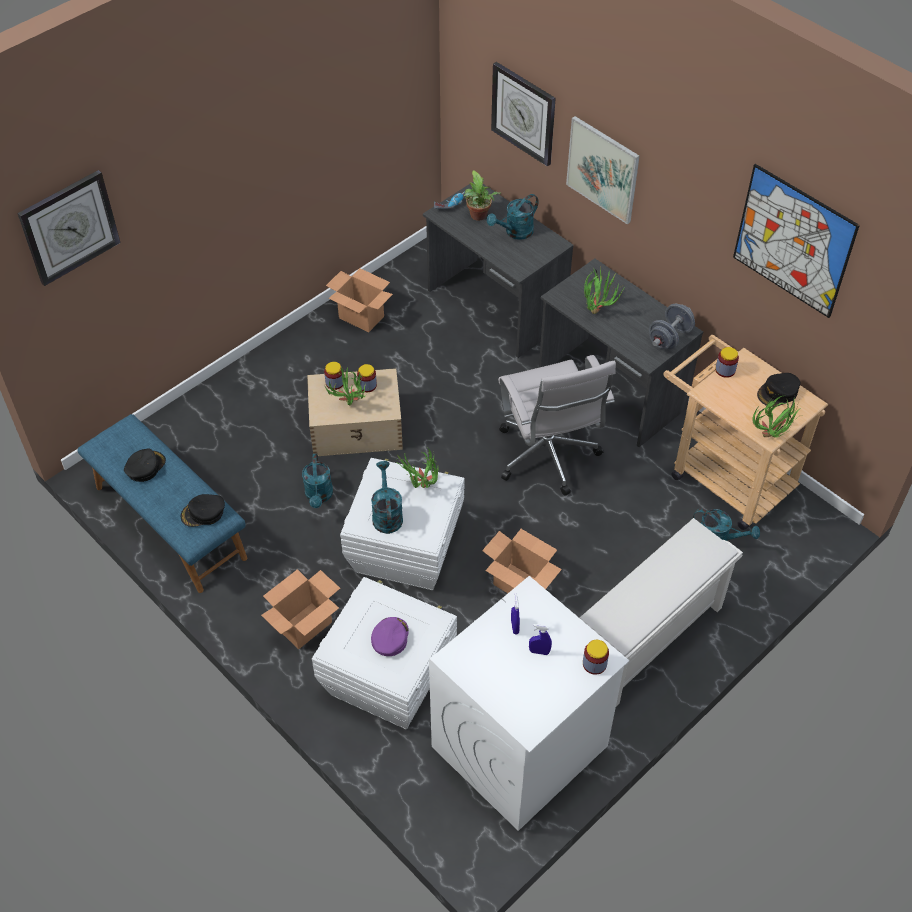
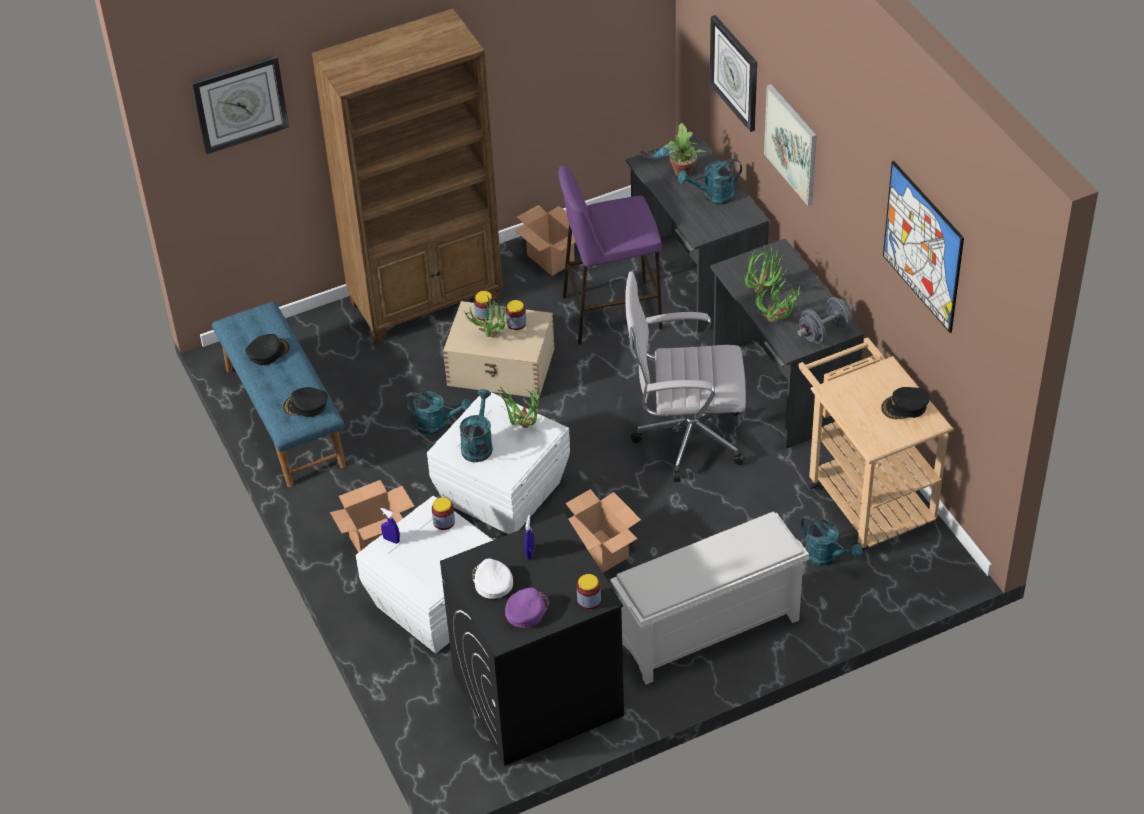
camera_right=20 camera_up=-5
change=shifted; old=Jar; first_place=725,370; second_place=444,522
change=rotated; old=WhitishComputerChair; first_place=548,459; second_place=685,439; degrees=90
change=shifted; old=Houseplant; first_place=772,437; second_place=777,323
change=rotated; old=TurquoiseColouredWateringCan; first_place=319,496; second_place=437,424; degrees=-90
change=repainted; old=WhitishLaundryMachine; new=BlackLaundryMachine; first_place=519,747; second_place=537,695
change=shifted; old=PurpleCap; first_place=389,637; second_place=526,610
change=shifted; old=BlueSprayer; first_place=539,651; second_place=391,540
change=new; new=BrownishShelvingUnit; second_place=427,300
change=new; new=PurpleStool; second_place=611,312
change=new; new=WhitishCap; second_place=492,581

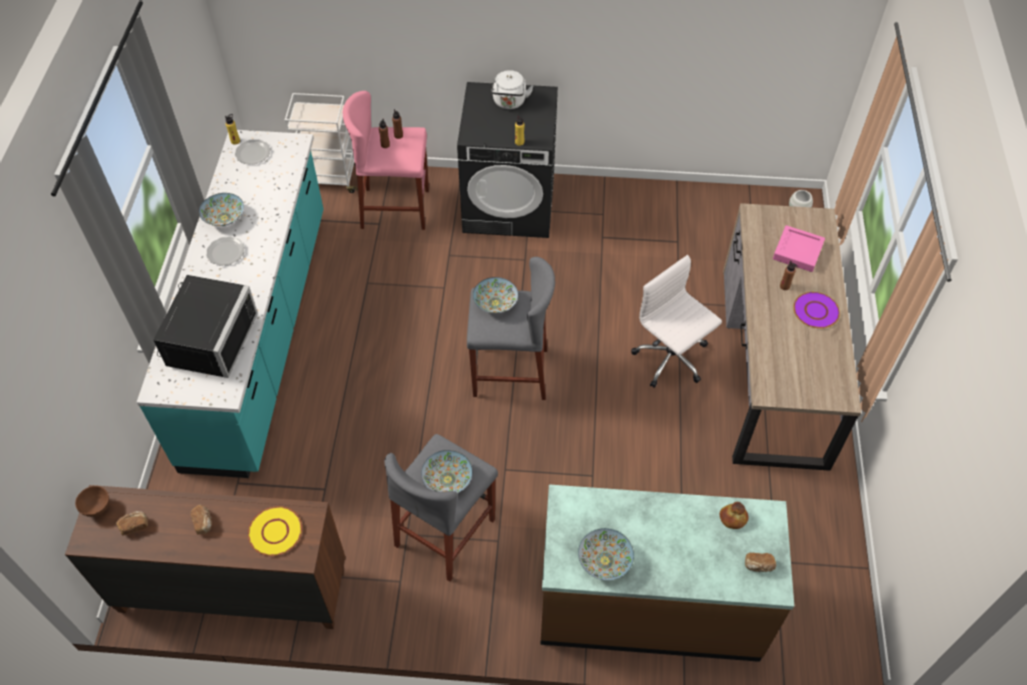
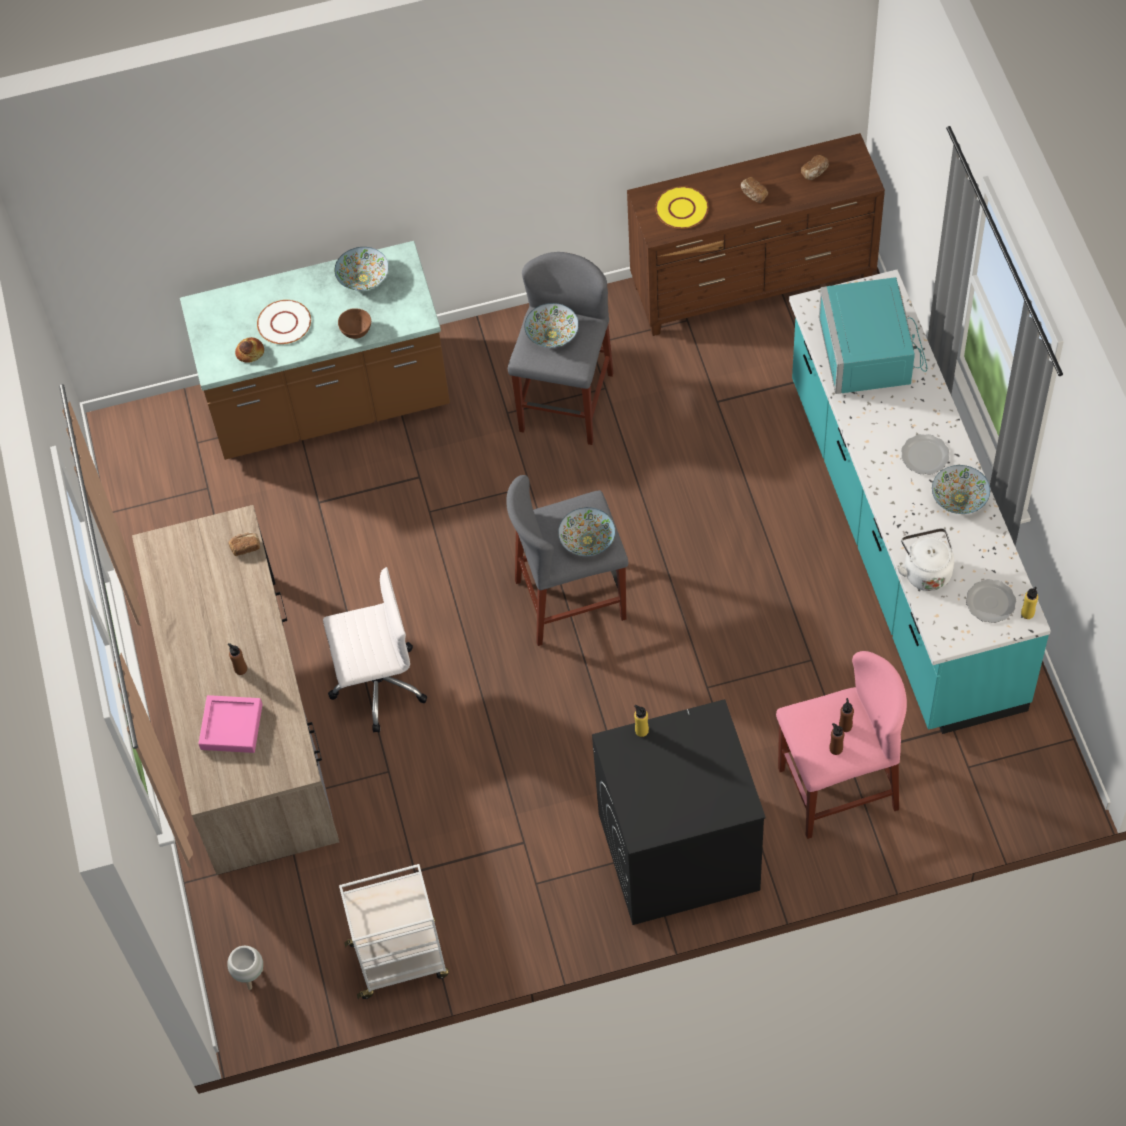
camera_right=165 camera_up=5
change=shifted; old=WhitishKettle; first_place=509,102; second_place=925,571
change=shifted; old=WhitishTrolley; first_place=329,178; second_place=400,959
change=rotated; old=WhitishComputerChair; first_place=671,359; second_place=376,684; degrees=-45
change=repainted; old=BlackMicrowave; new=TurquoiseColouredMicrowave; first_place=206,339; second_place=872,352
change=gone; old=PurplePlate; first_place=816,310
change=shifted; old=BrownishServingBowl; first_place=97,508; second_place=356,331
change=shifted; old=Bread; first_place=758,566; second_place=245,547
change=new; new=WhitishPlate; second_place=284,323

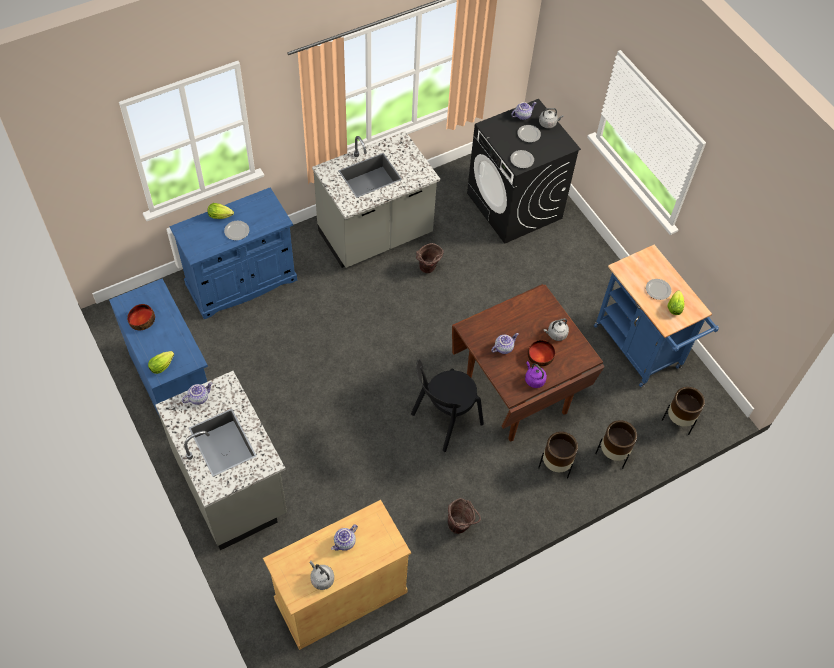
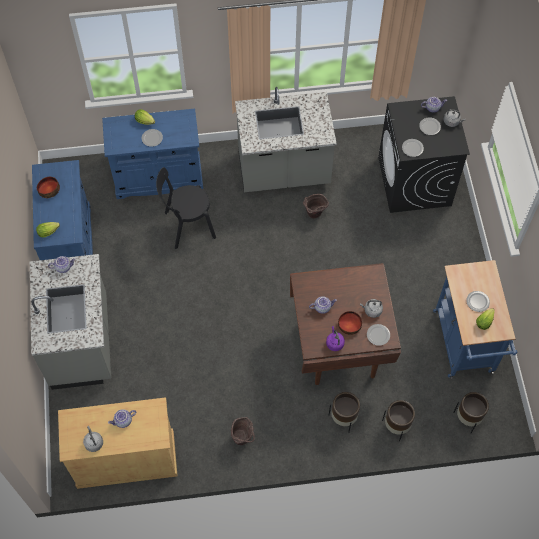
camera_right=25 camera_up=5
change=shifted; old=BlackUprightChair; first_place=444,421; second_place=187,226
change=new; new=Plate; second_place=377,335

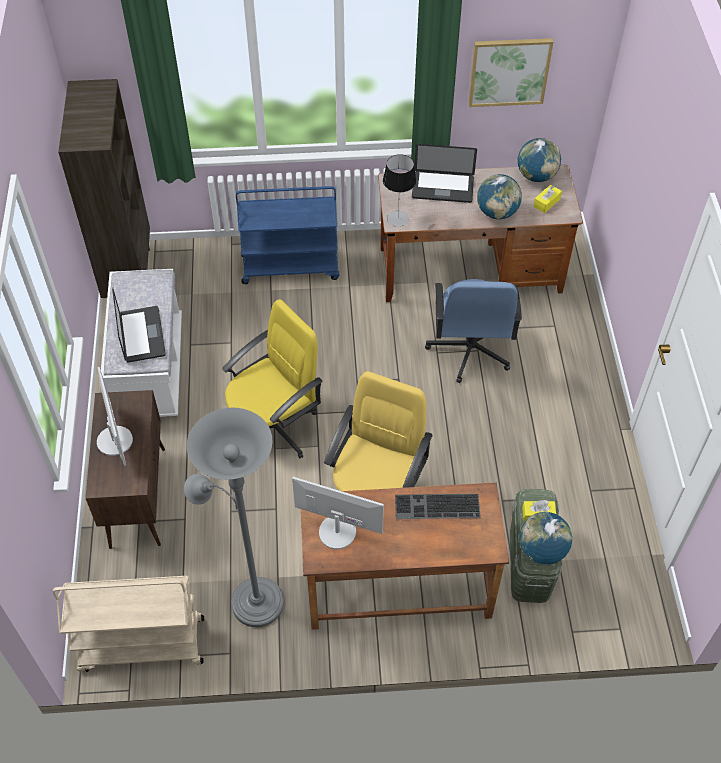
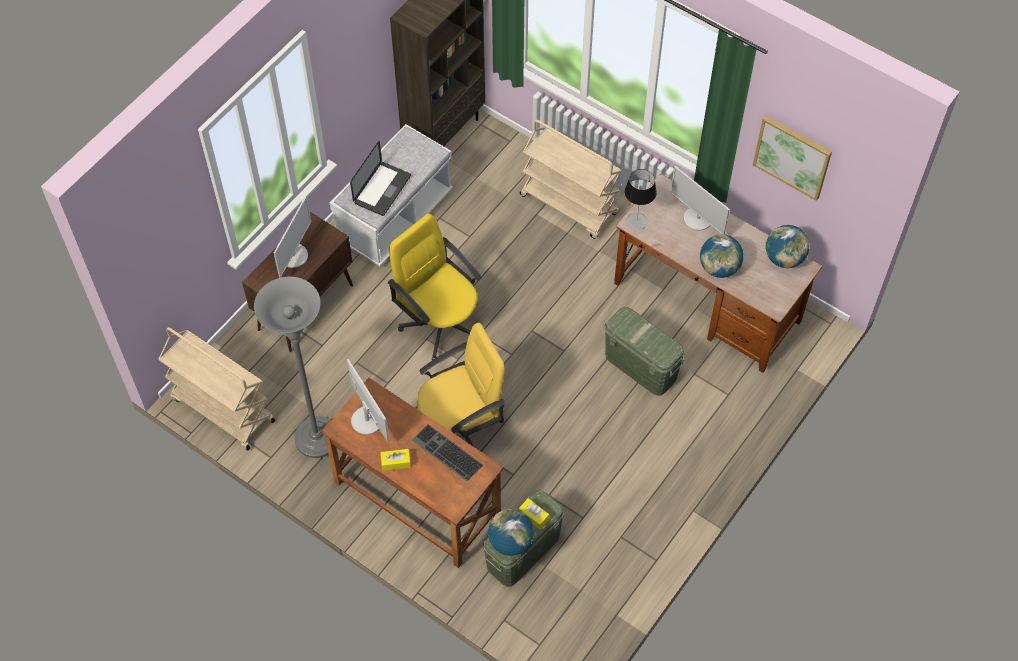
camera_right=40 camera_up=5
change=swapped; old=Laptop; new=ComputerScreen; first_place=442,188; second_place=698,219
change=shifted; old=YellowTissueBox; first_place=546,203; second_place=396,462
change=repainted; old=BlueTrolley; new=BeigeColouredTrolley; first_place=291,266; second_place=570,205
change=swapped; old=BlueComputerChair; new=GreenishStorageBin; first_place=469,350; second_place=640,366
change=rotated; old=YellowComputerChair; first_place=274,427; second_place=440,323; degrees=-135

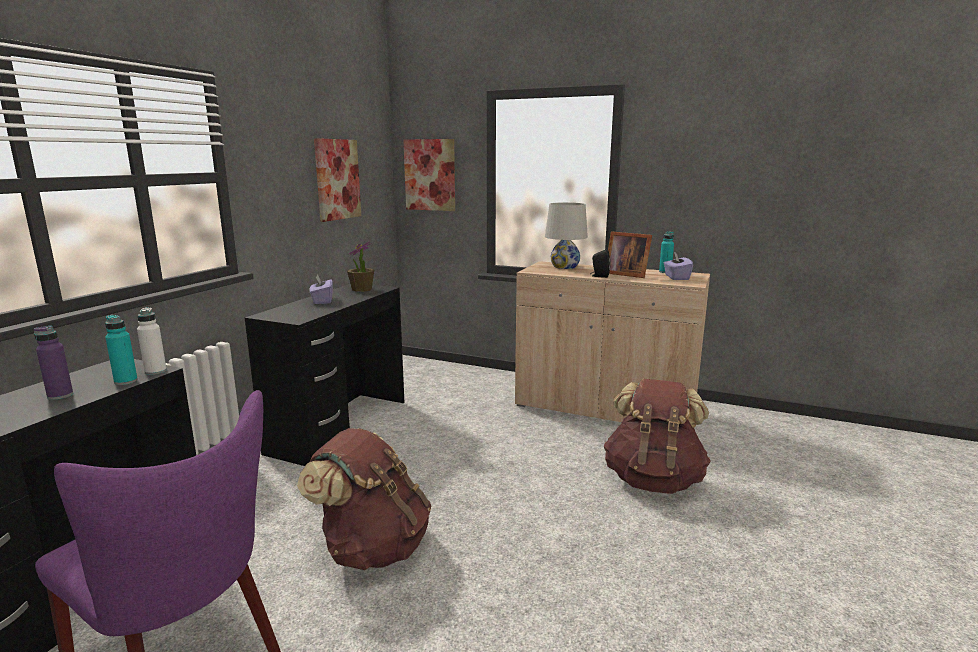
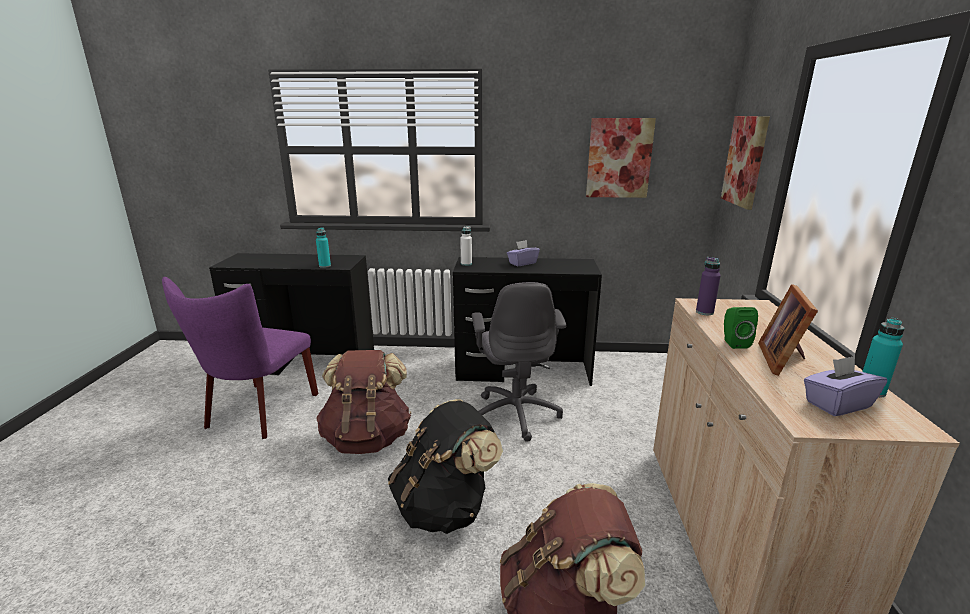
camera_right=70 camera_up=5
change=gone; old=WhitishTabletopLamp; first_place=564,267
change=gone; old=Houseplant; first_place=362,289
change=repainted; old=BlackSpeaker; new=GreenishSpeaker; first_place=599,276; second_place=733,343
change=shifted; old=WhitishBeverageBottle; first_place=155,371; second_place=466,264
change=shifted; old=PurpleBeverageBottle; first_place=60,395; second_place=704,312
change=new; new=GreyComputerChair; second_place=516,413
change=new; new=BlackBackpack; second_place=445,508

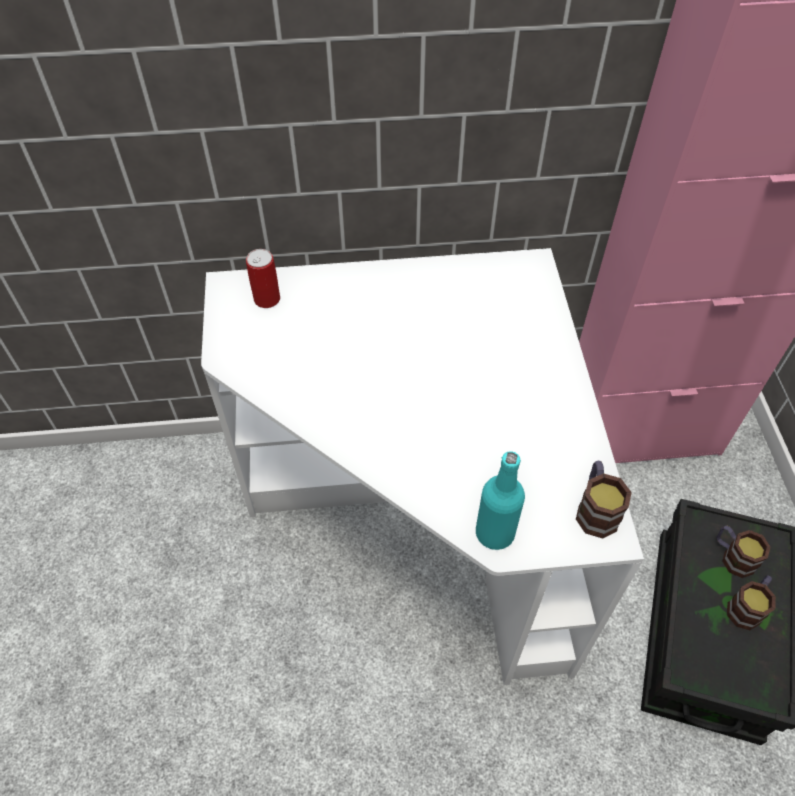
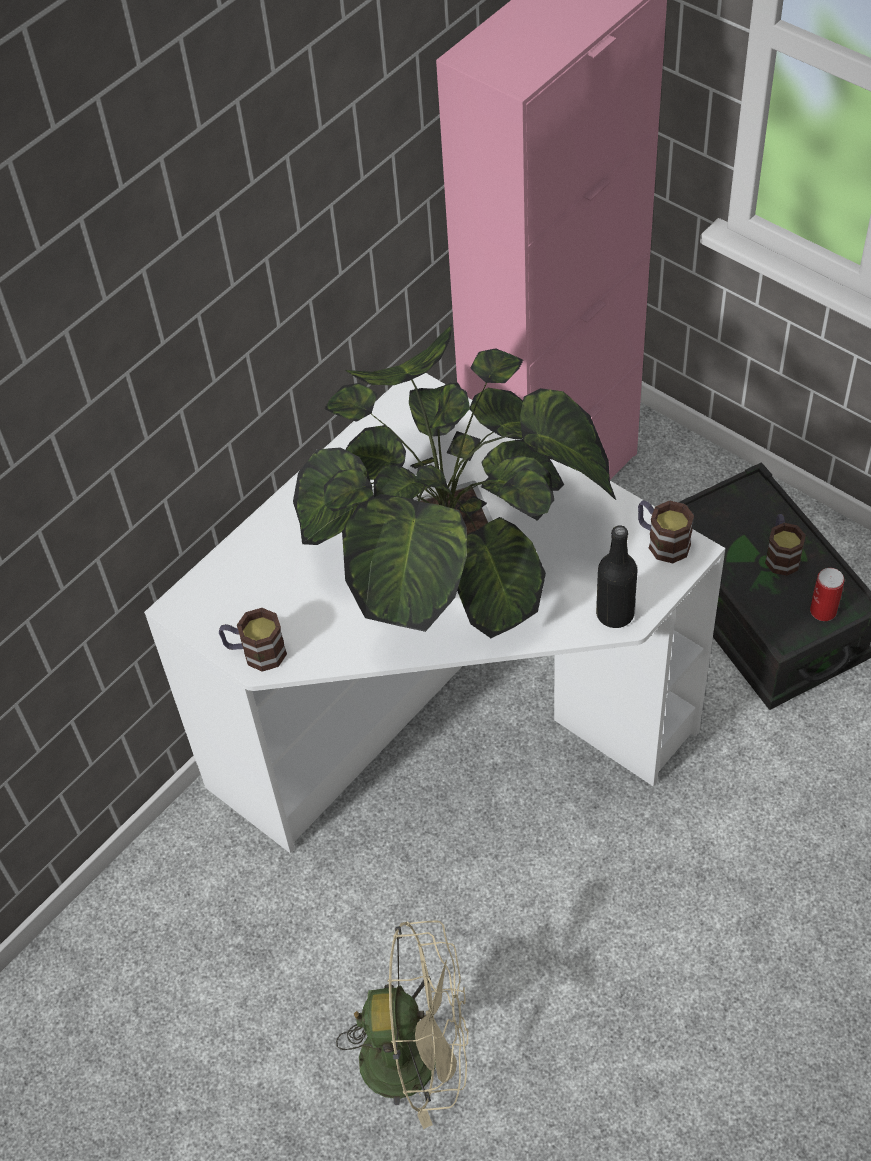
camera_right=-40 camera_up=0
change=shifted; old=MetalCan; first_place=267,299; second_place=823,611
change=repainted; old=TurquoiseColouredBeverageBottle; new=BlackBeverageBottle; first_place=495,533; second_place=615,614
change=shifted; old=Mug; first_place=732,556; second_place=255,652
change=new; new=Houseplant; second_place=452,546
change=new; new=BeigeColouredElectricFan; second_place=417,1056

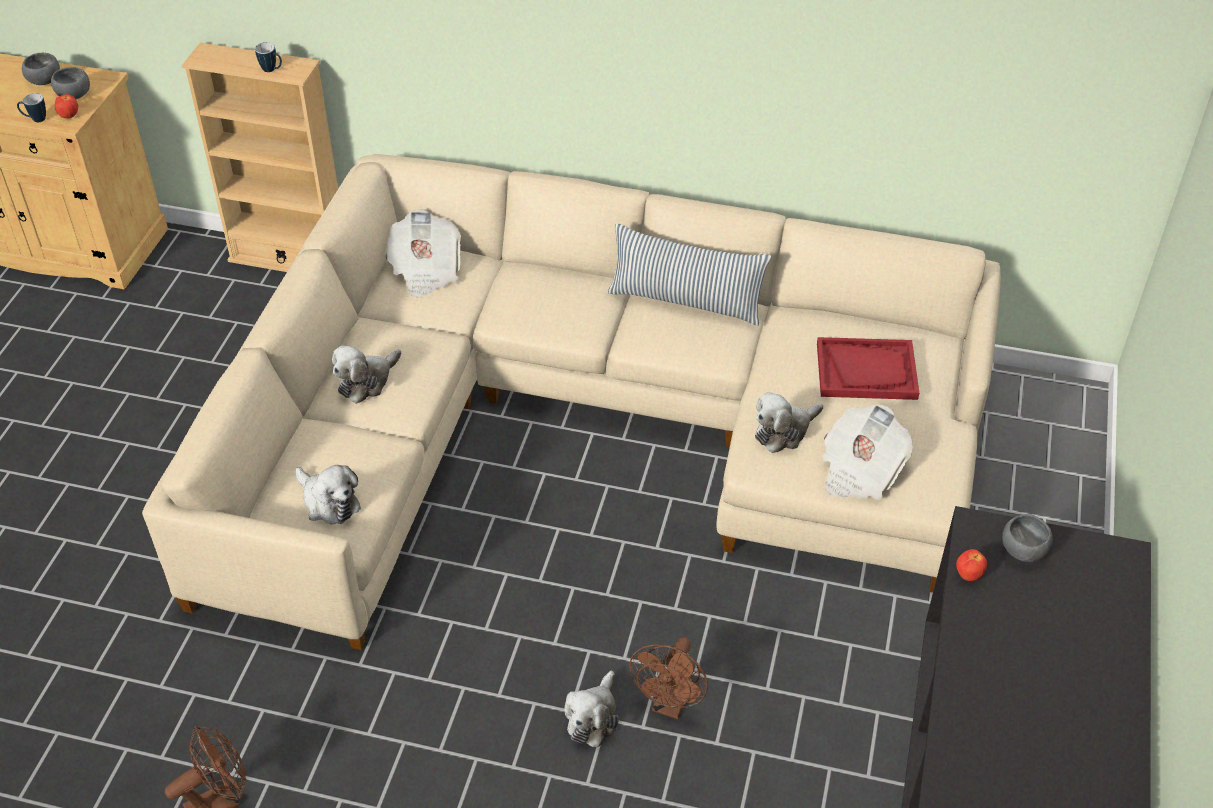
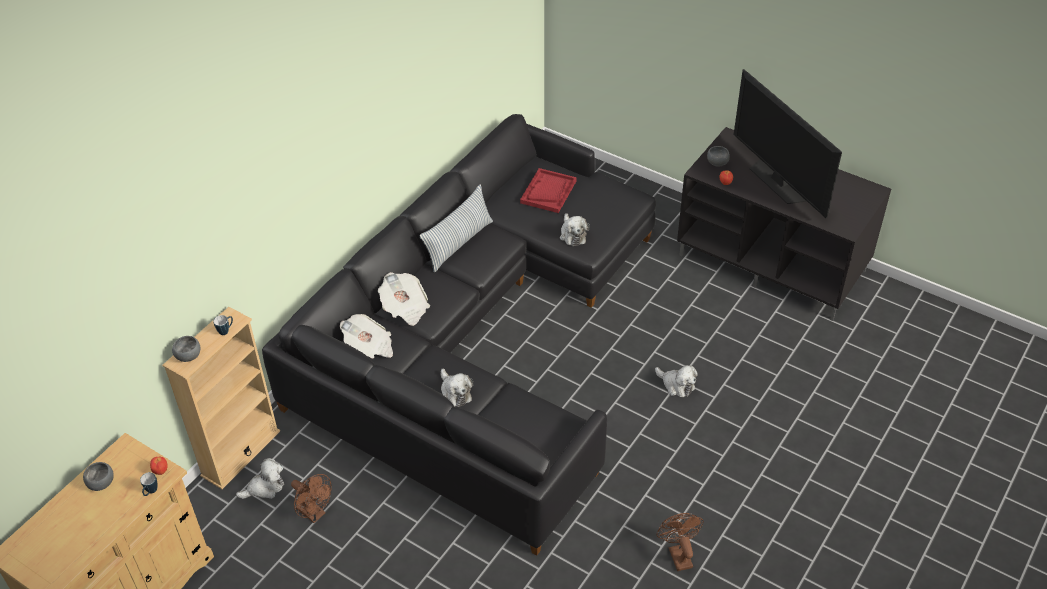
camera_right=-70 camera_up=0
change=shifted; old=GreyServingBowl; first_place=74,96; second_place=189,356
change=repainted; old=BeigeColouredSettee; new=BlackSettee; first_place=585,427; second_place=477,339
change=shifted; old=DailyPaper; first_place=859,470; second_place=405,308
change=shifted; old=CuddlyToy; first_place=328,502; second_place=265,487
change=shifted; old=BrownishElectricFan; first_place=670,704; second_place=314,513
change=new; new=Tv; second_place=779,182

